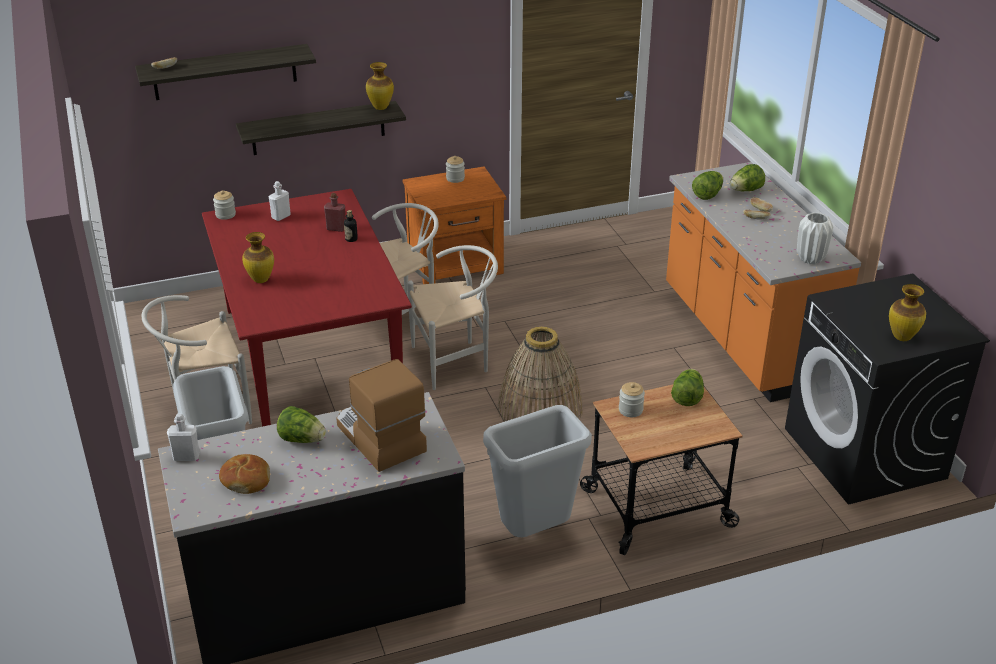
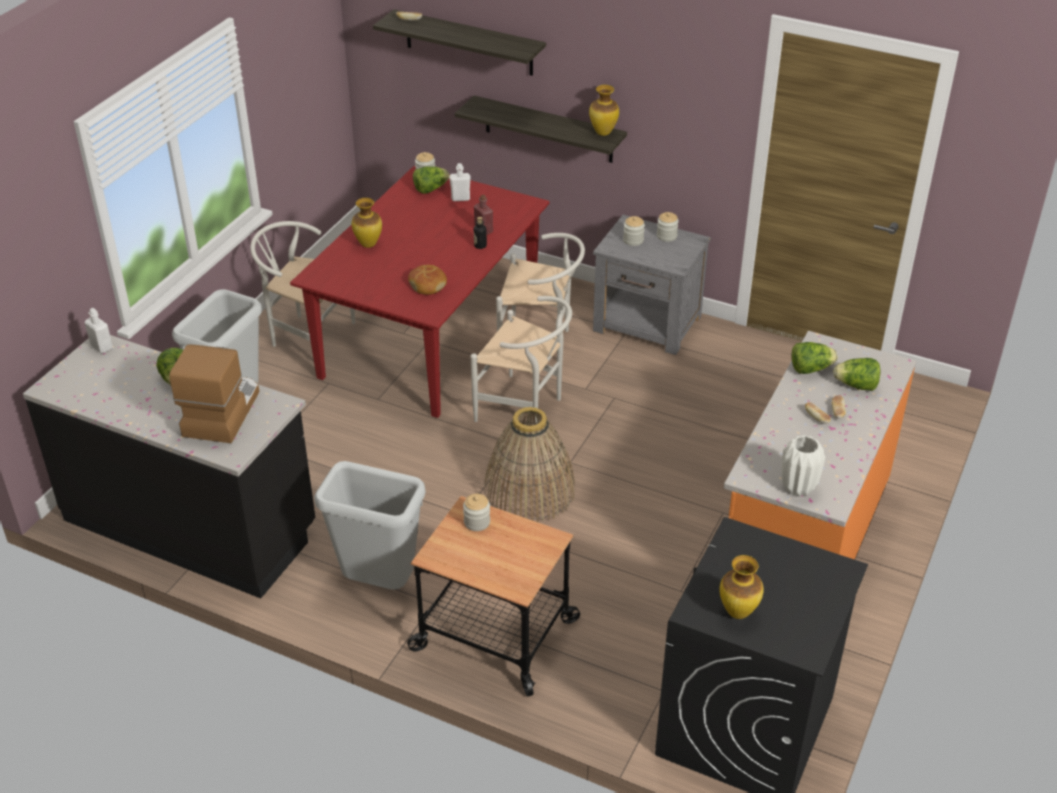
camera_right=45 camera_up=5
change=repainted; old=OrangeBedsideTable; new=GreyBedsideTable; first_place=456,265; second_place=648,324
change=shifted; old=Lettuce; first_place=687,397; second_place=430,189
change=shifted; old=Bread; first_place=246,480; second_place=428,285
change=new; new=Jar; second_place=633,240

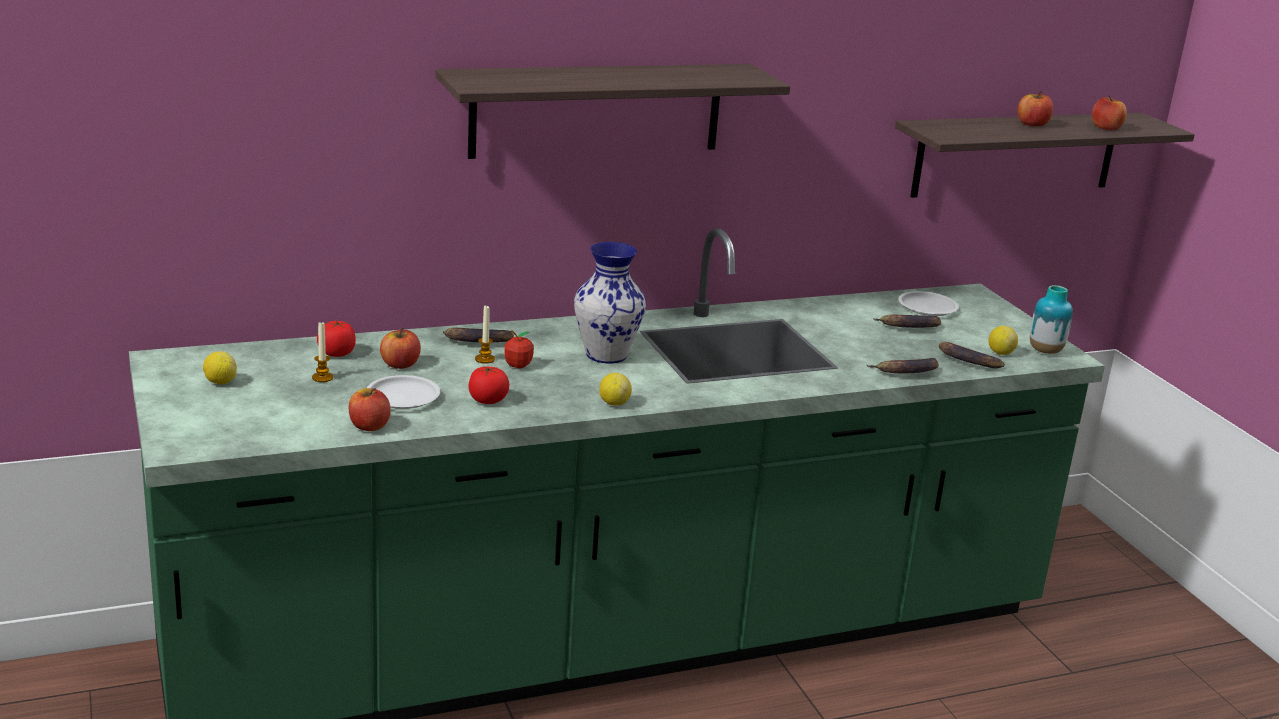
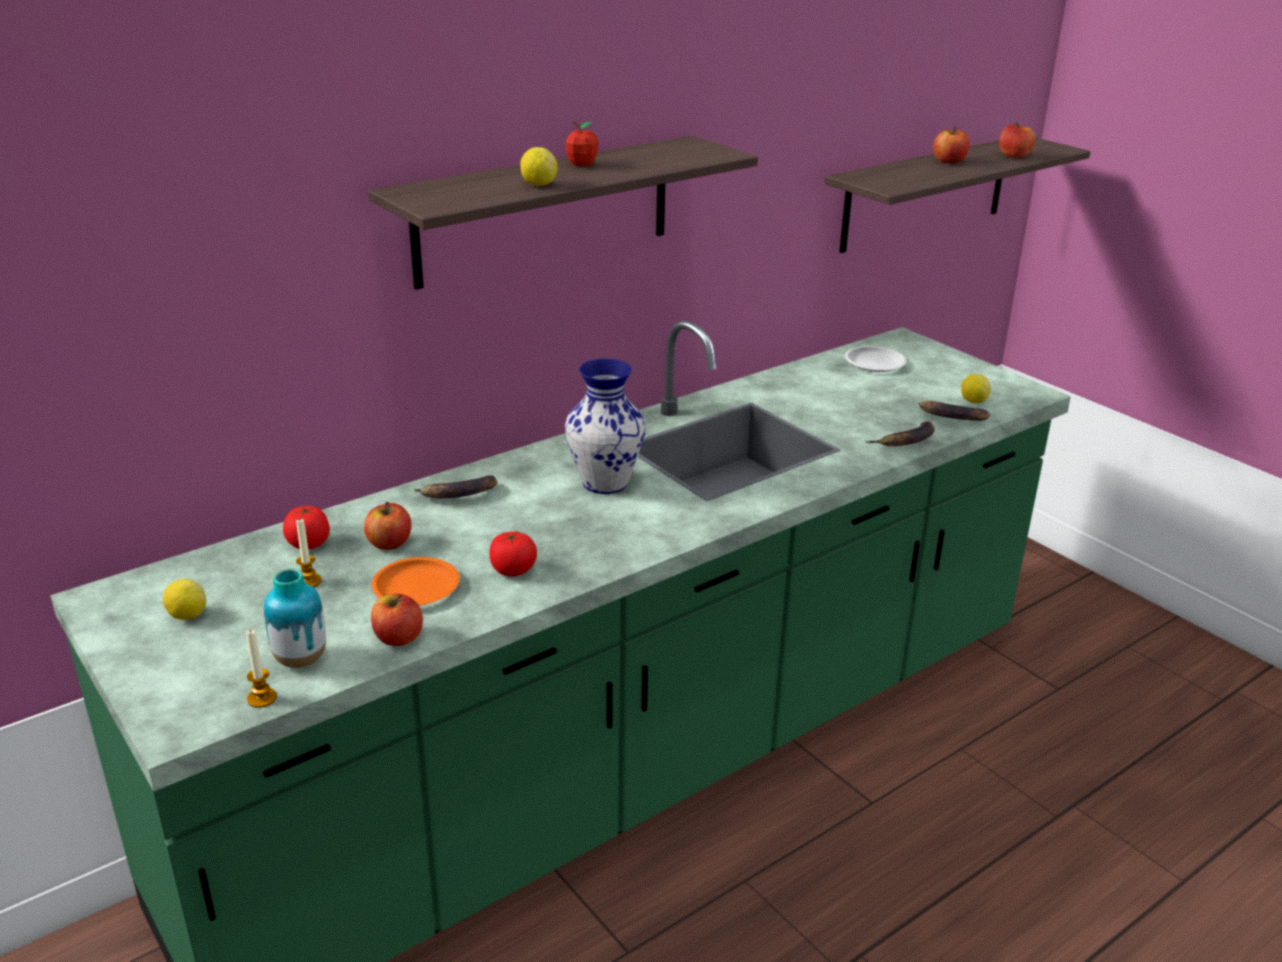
camera_right=-15 camera_up=5
change=shifted; old=Vase; first_place=1045,351; second_place=300,659
change=shifted; old=WaxLight; first_place=485,359; second_place=262,698
change=gone; old=Banana; first_place=909,327
change=shifted; old=AppleFruit; first_place=518,365; second_place=582,164
change=shifted; old=CitrusFruit; first_place=614,403; second_place=539,184
change=repainted; old=WhitishPlate; new=OrangePlate; first_place=402,397; second_place=415,587

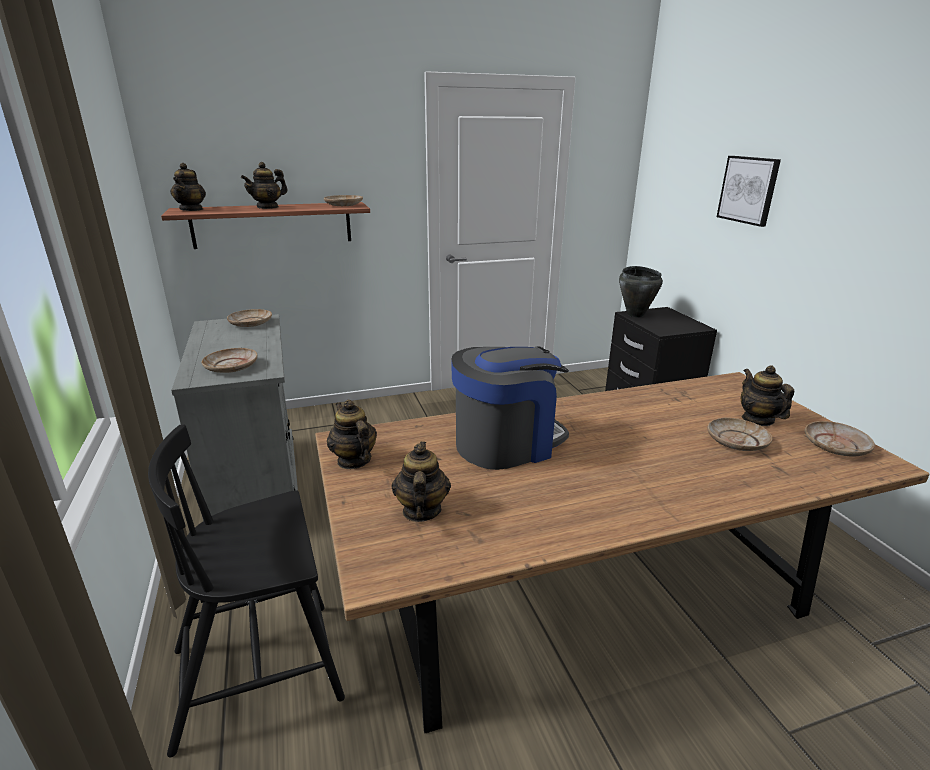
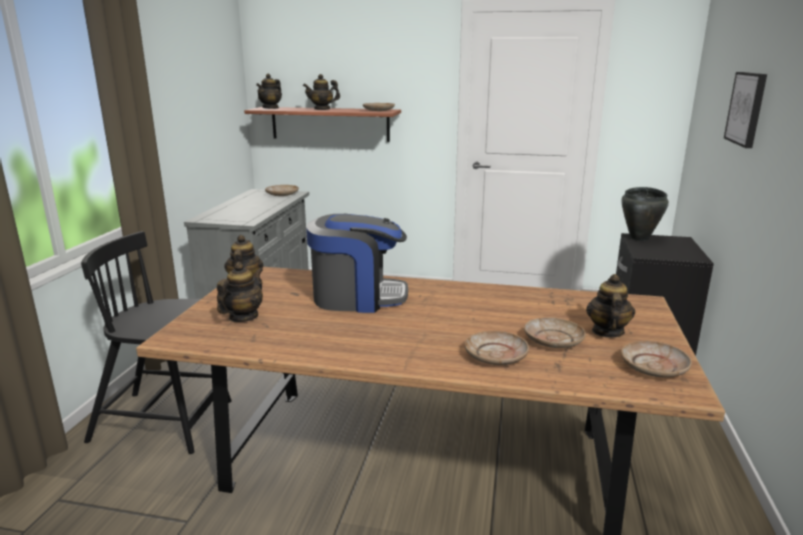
camera_right=30 camera_up=-5
change=shifted; old=BeigeColouredPlate; first_place=231,367; second_place=496,356

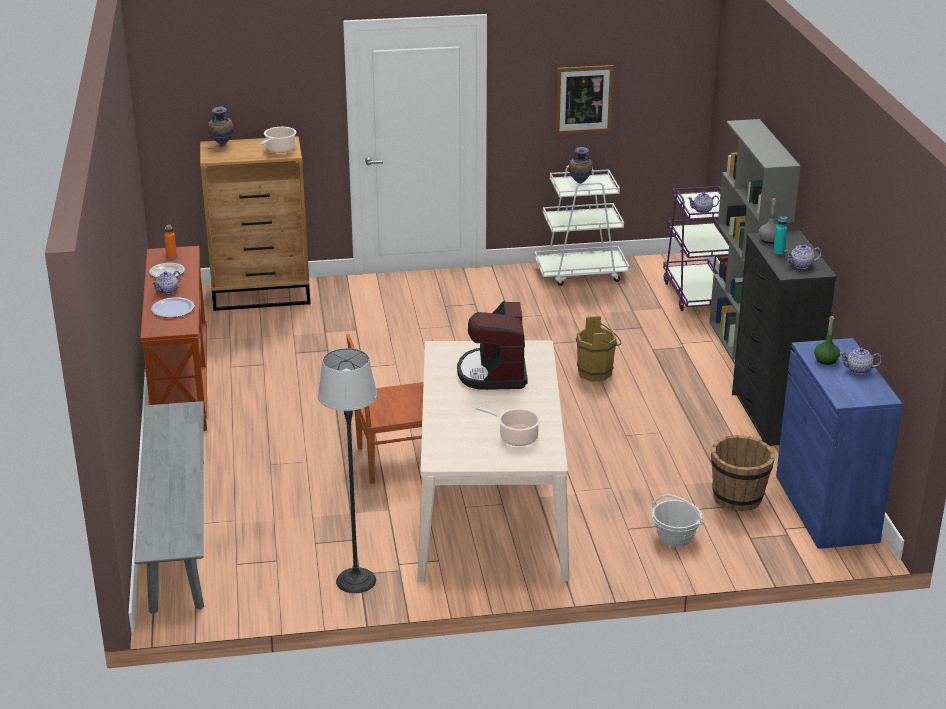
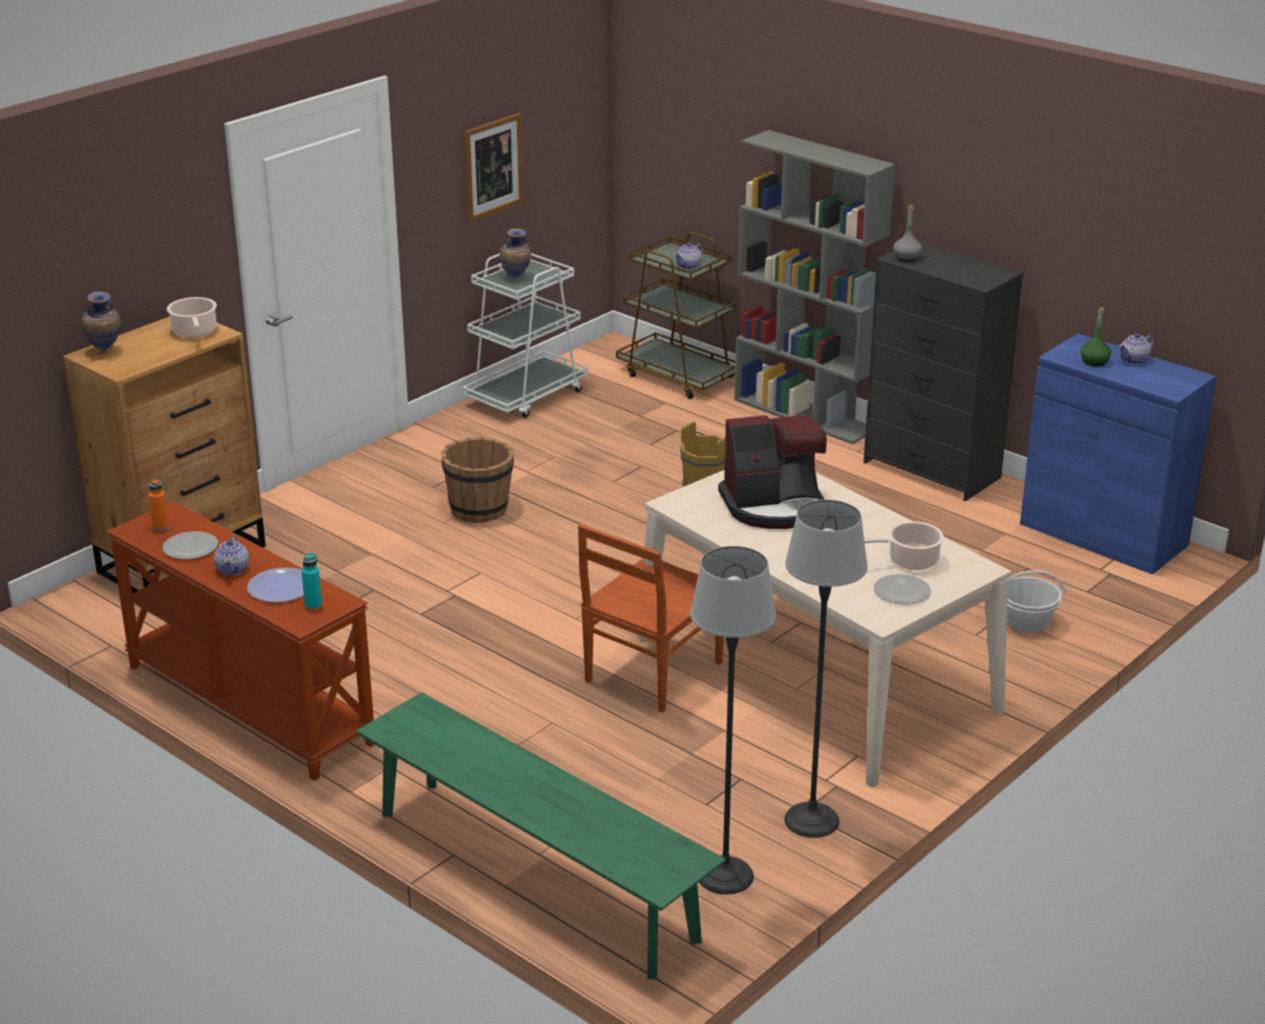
camera_right=-40 camera_up=0
change=repainted; old=PurpleTrolley; new=BrownishTrolley; first_place=697,294; second_place=679,376
change=shifted; old=TurquoiseColouredBeverageBottle; first_place=778,252; second_place=313,605
change=gone; old=Teapot; first_place=801,265
change=rotated; old=CoffeeBrewer; first_place=493,373; second_place=774,506; degrees=-60
change=repainted; old=GreyBench; new=GreenishBench; first_place=178,532; second_place=534,875
change=shifted; old=BrownishBucket; first_place=738,498; second_place=480,509
change=new; new=FloorLamp; second_place=724,875
change=new; new=Plate; second_place=902,591

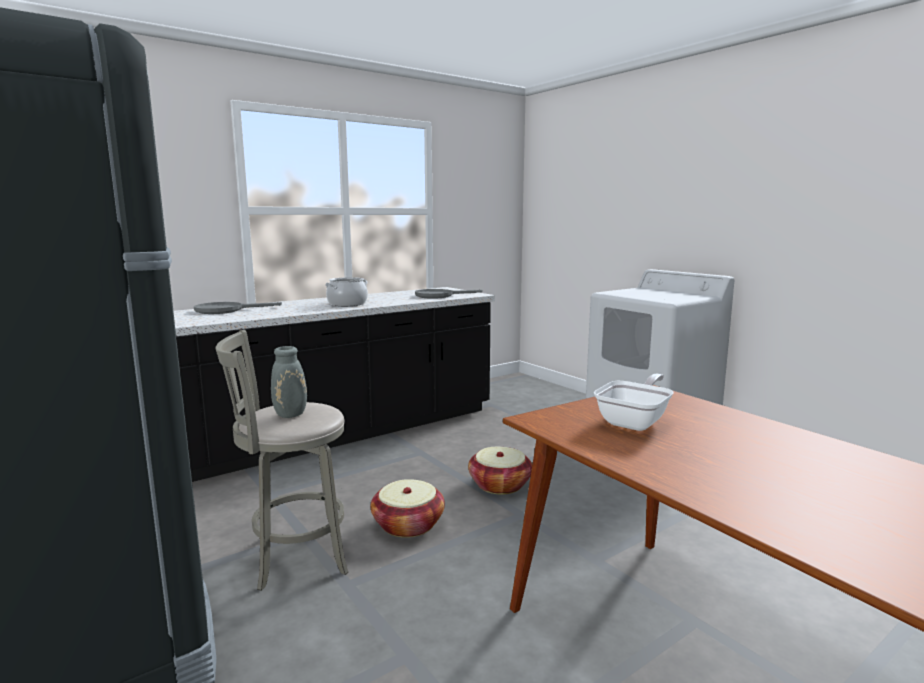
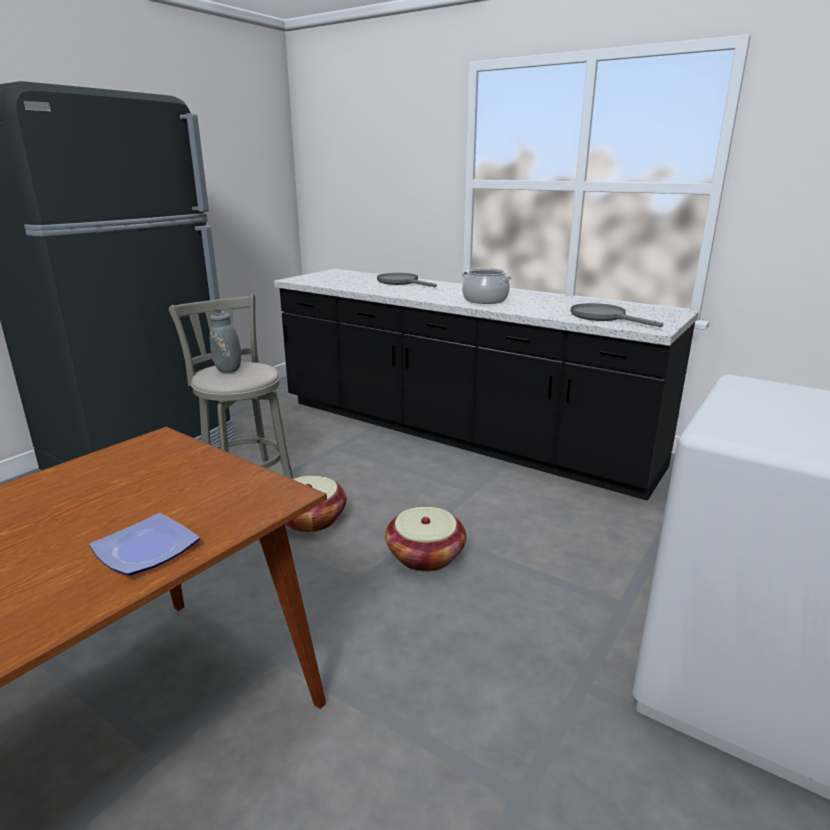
camera_right=70 camera_up=10
change=gone; old=FryingPan; first_place=635,421
change=new; new=Plate; second_place=147,548

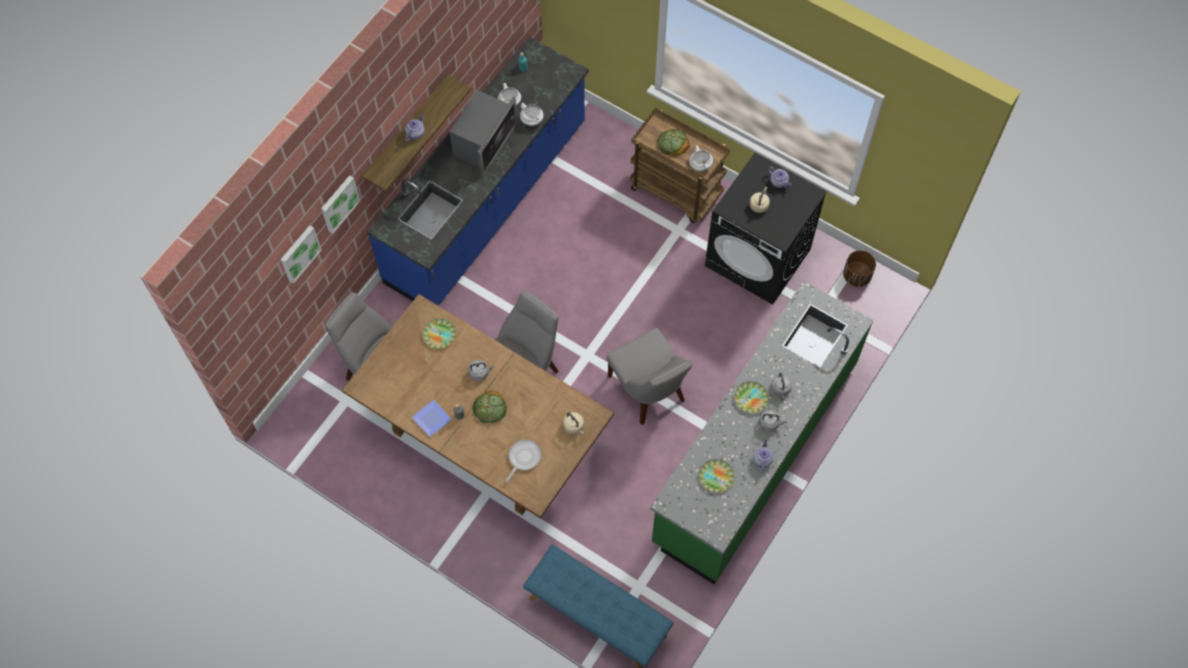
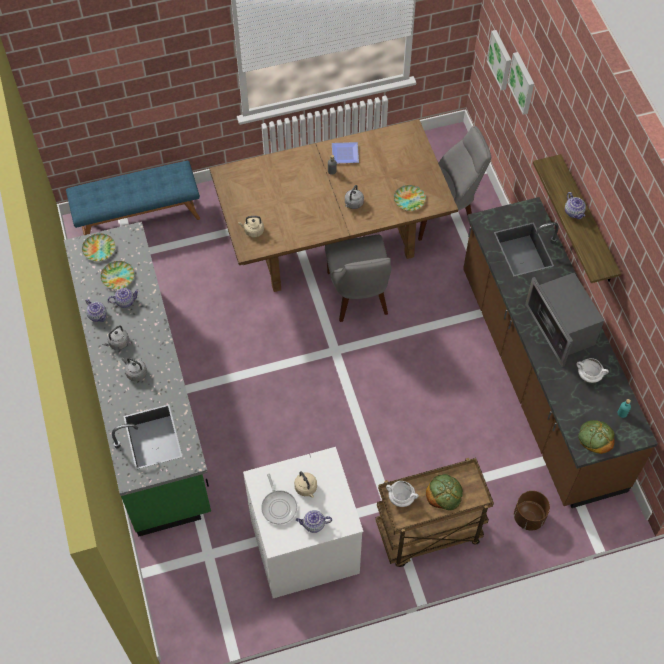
camera_right=130 camera_up=-5
change=repainted; old=BlueKitchenBaseUnit; new=BrownishKitchenBaseUnit; first_place=487,203; second_place=539,378
change=gone; old=WhitishSaucepot; first_place=532,120
change=repainted; old=BlackLaundryMachine; new=WhitishLaundryMachine; first_place=758,257; second_place=304,547
change=shifted; old=WallArt; first_place=338,203; second_place=501,59
change=shifted; old=BrownishPlanter; first_place=857,276; second_place=528,517
change=gone; old=GreyUprightChair; first_place=648,391
change=shifted; old=Plate; first_place=750,398; second_place=99,249
change=shifted; old=Bread; first_place=490,408; second_place=596,437
change=shifted; old=FryingPan; first_place=523,458; second_place=278,506
change=new; new=Teapot; second_place=125,301

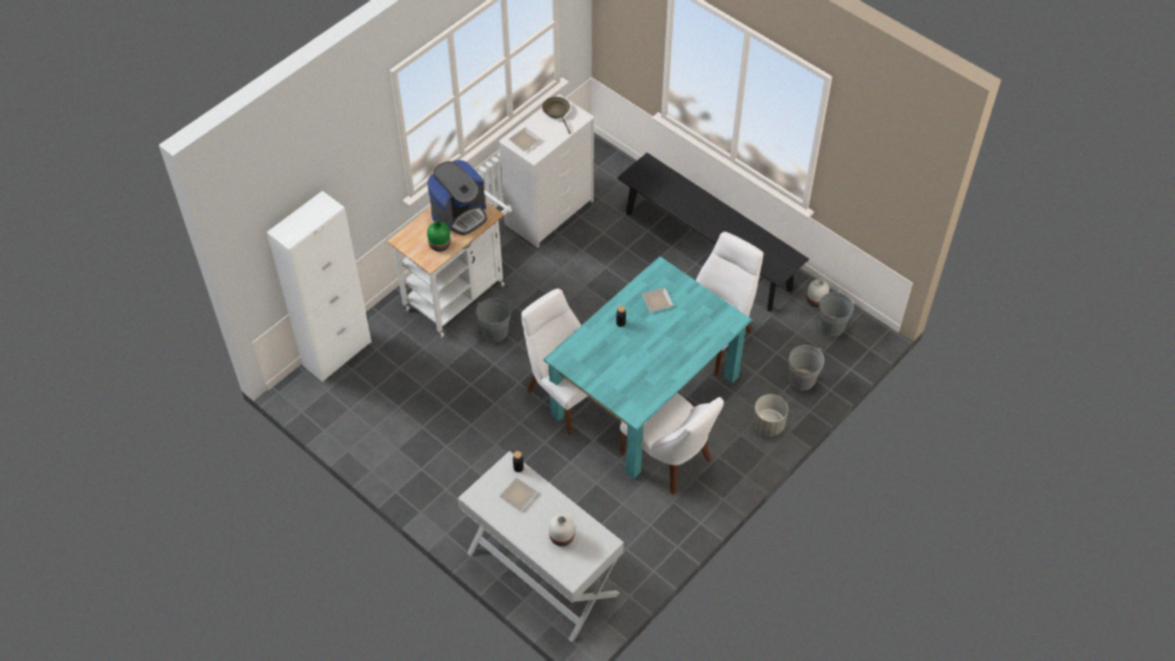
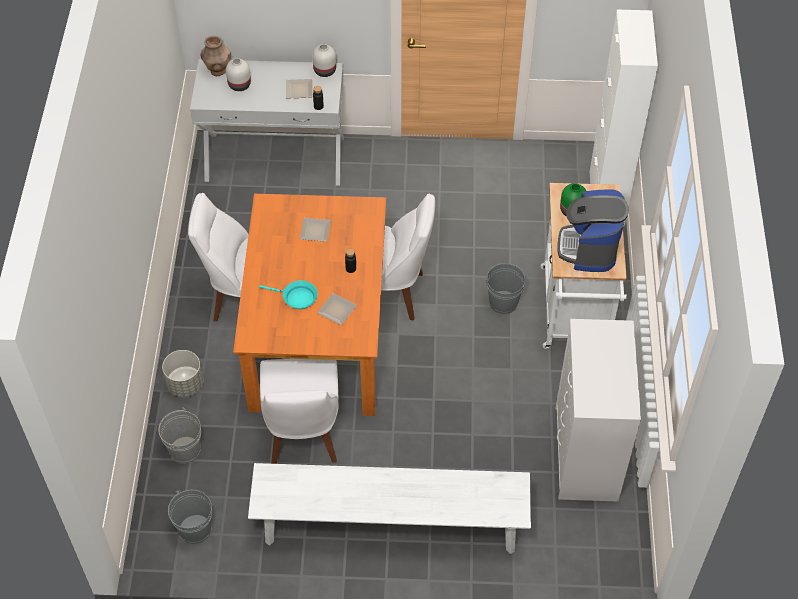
camera_right=140 camera_up=0
change=gone; old=BrownishFryingPan; first_place=557,112
change=shifted; old=Plate; first_place=523,140; second_place=316,230
change=repainted; old=BlackBench; new=WhitishBench; first_place=707,250; second_place=390,527
change=repainted; old=TurquoiseColouredKitchenTable; new=OrangeKitchenTable; first_place=645,394; second_place=319,338
change=shifted; old=WhitishVase; first_place=816,301; second_place=324,70
change=new; new=BrownishVase; second_place=217,71
change=new; new=TurquoiseColouredFryingPan; second_place=297,298

